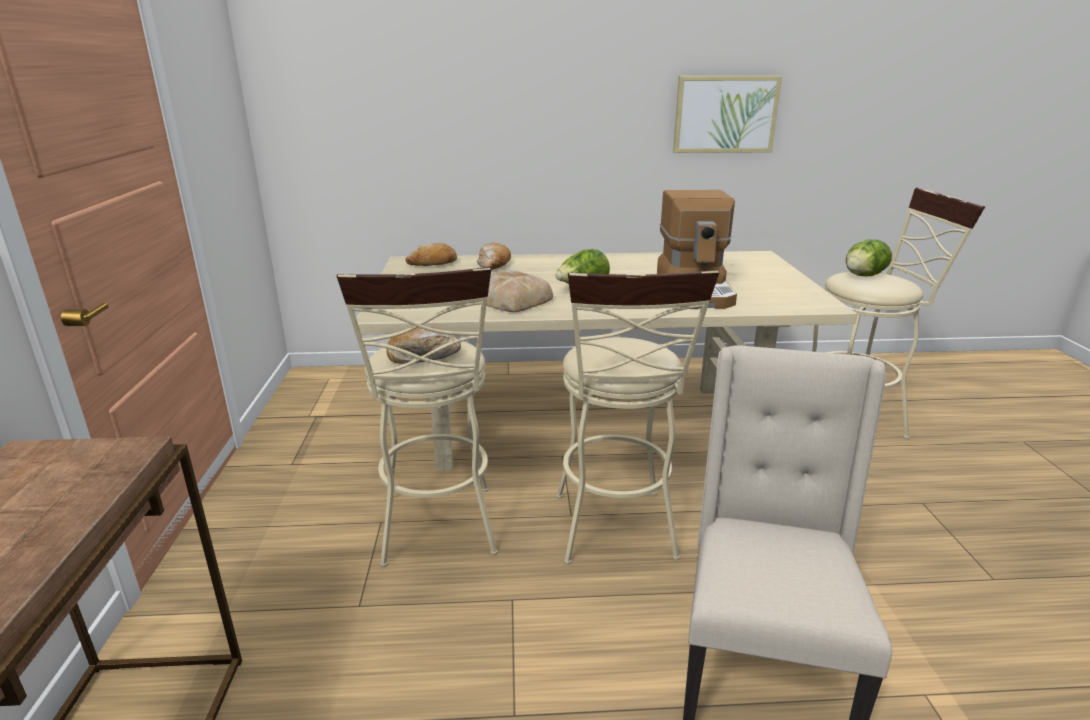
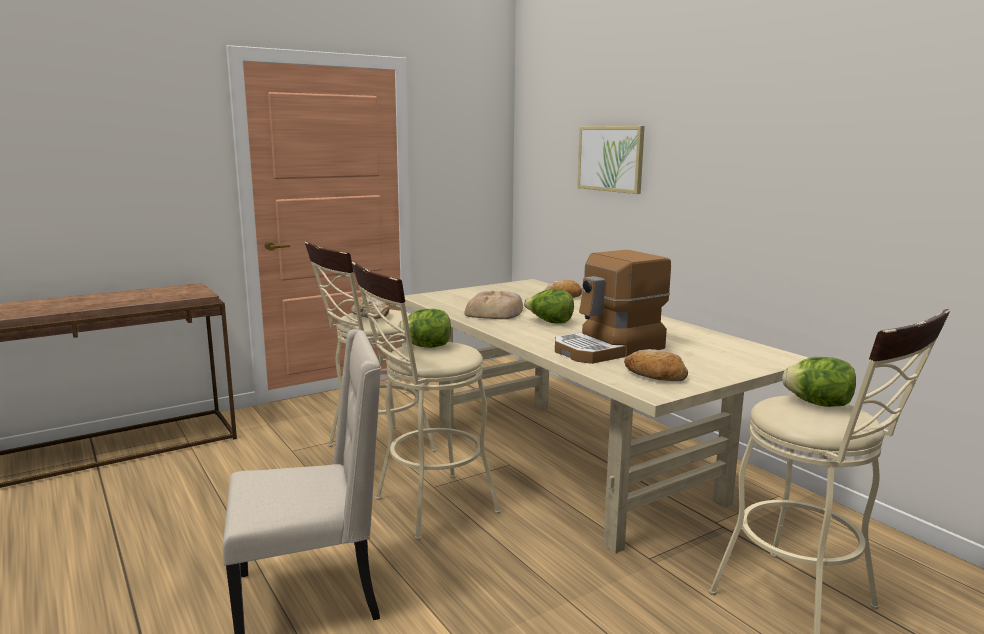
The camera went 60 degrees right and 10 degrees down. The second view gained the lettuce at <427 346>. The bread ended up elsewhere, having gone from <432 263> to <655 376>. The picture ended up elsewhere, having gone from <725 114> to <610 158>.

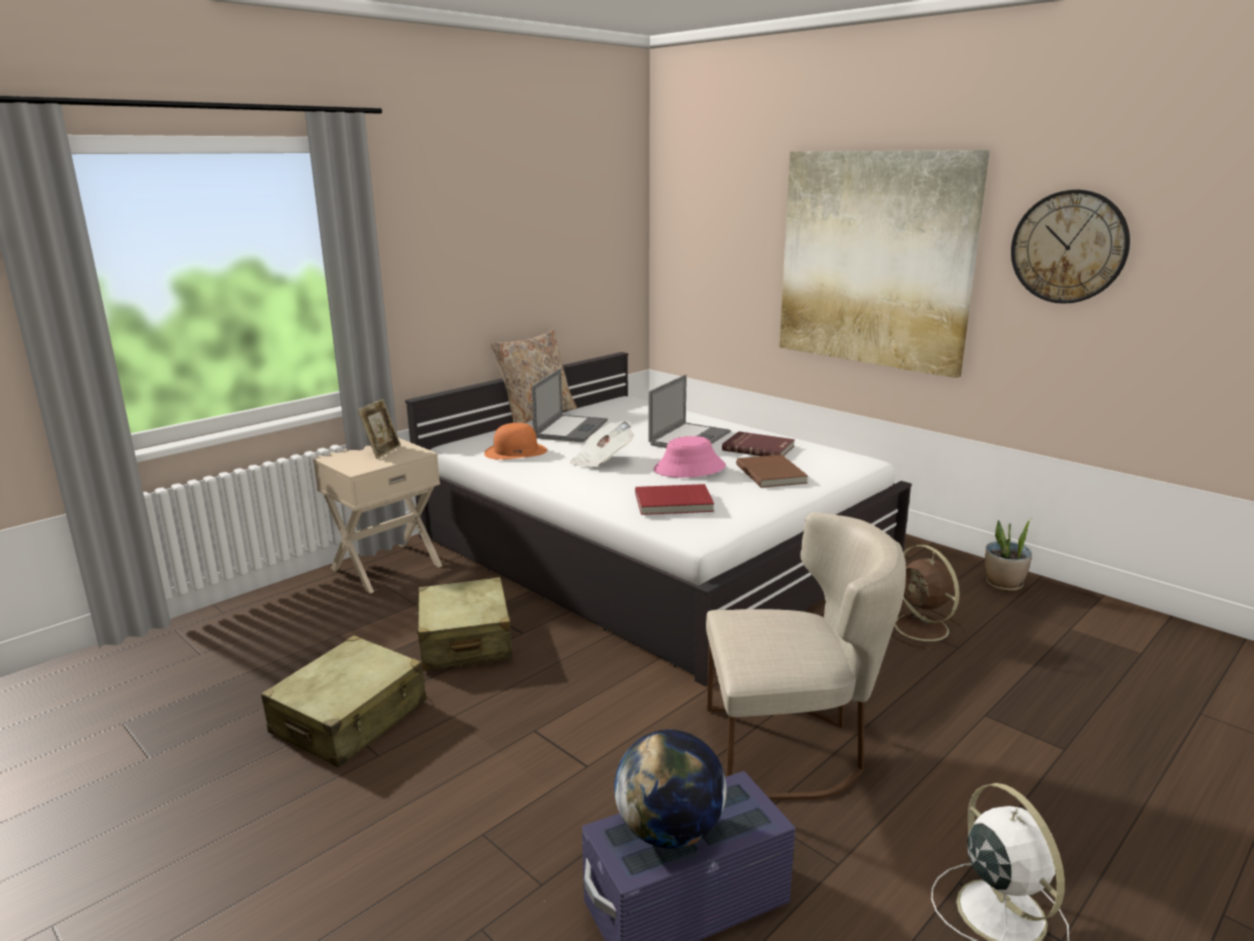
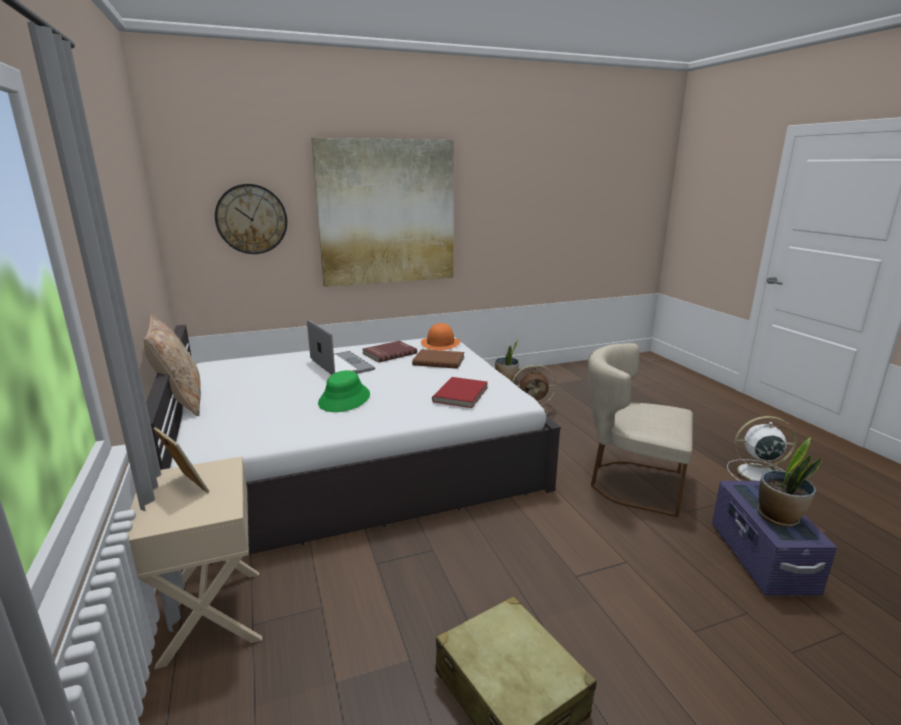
The camera went 65 degrees left and 0 degrees up. The second view lost the beige suitcase at <465 641>. The second view lost the laptop at <571 429>. The second view lost the pink hat at <689 468>. The orange hat ended up elsewhere, having gone from <516 451> to <440 343>. The wall clock ended up elsewhere, having gone from <1069 247> to <251 219>. Where the newspaper stood at <602 460>, the green hat came to stand at <344 399>. Where the globe stood at <669 831>, the potted plant came to stand at <779 517>. The beige chair at <792 750> ended up facing another way, 90 degrees counterclockwise from before.

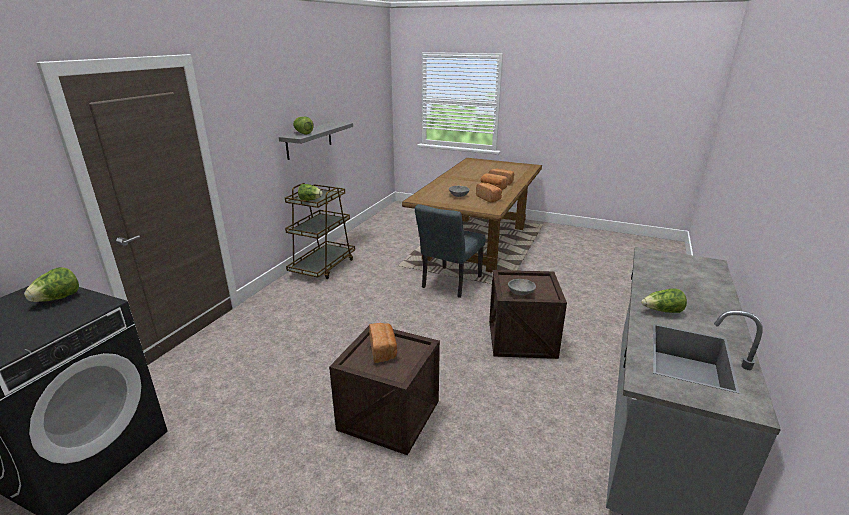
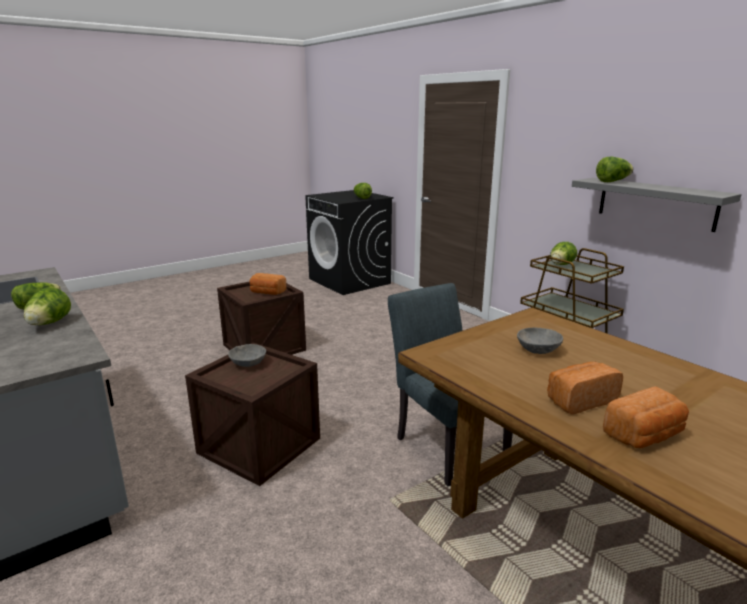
The camera went 120 degrees right and 5 degrees down. The second view lost the bread at <489 198>. The second view gained the lettuce at <49 324>.

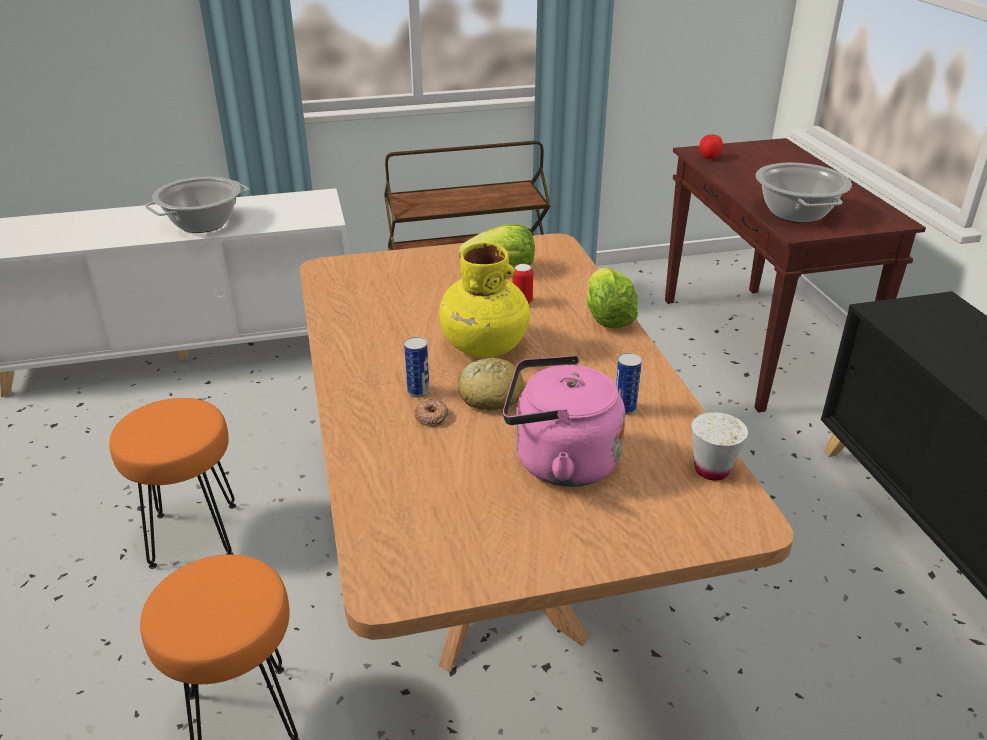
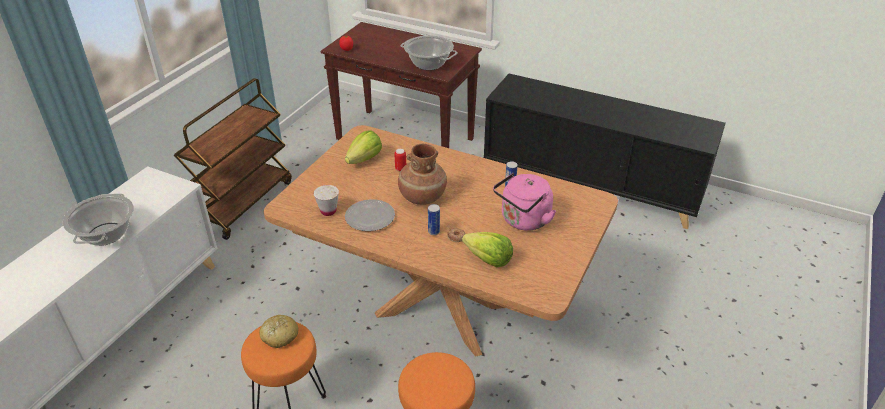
The camera went 50 degrees left and 5 degrees up. The second view gained the plate at <370 217>. The bread ended up elsewhere, having gone from <490 395> to <279 336>. The lettuce ended up elsewhere, having gone from <607 317> to <488 259>. The white cup ended up elsewhere, having gone from <712 470> to <328 211>. What was the yellow vase at <484 346> turned into the brown vase at <422 197>.

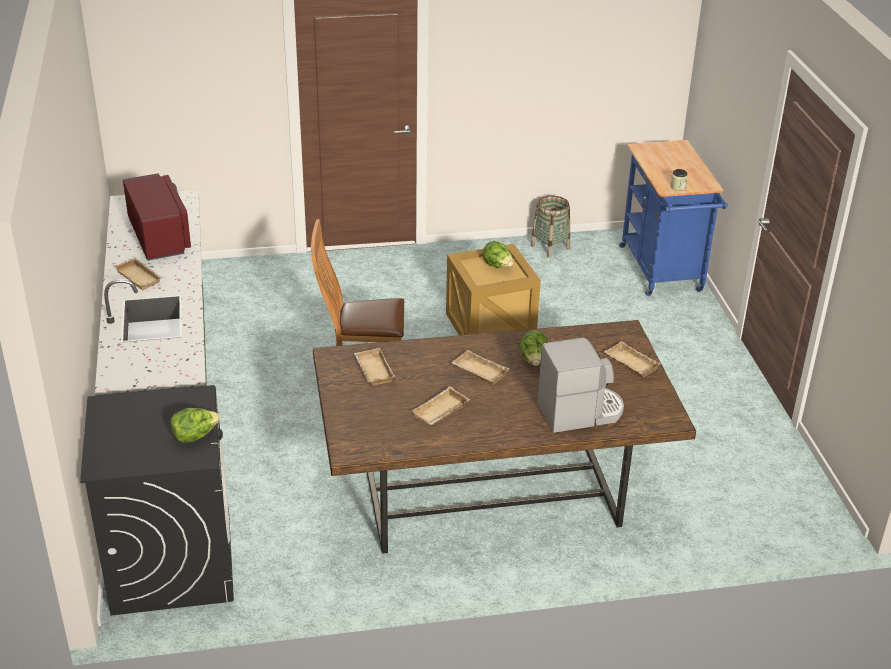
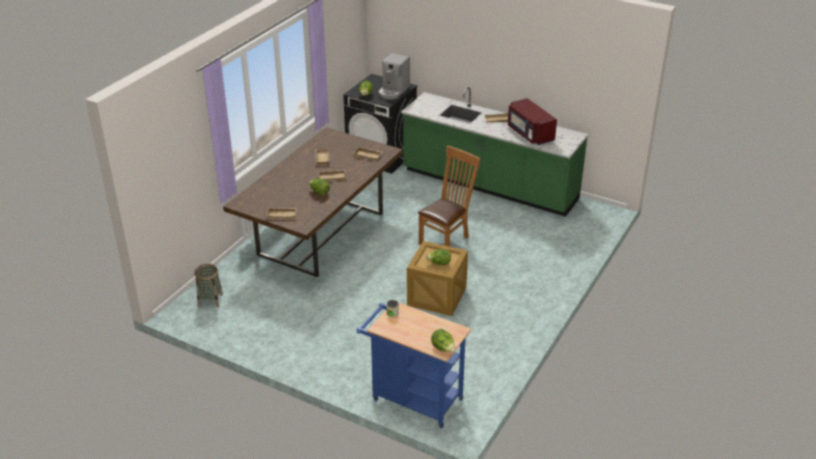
The camera went 130 degrees right and 0 degrees up. The second view gained the lettuce at <443 349>. The basket ended up elsewhere, having gone from <550 247> to <210 300>. The coffee machine ended up elsewhere, having gone from <580 412> to <393 91>. The red microwave at <160 237> ended up facing another way, 45 degrees clockwise from before.

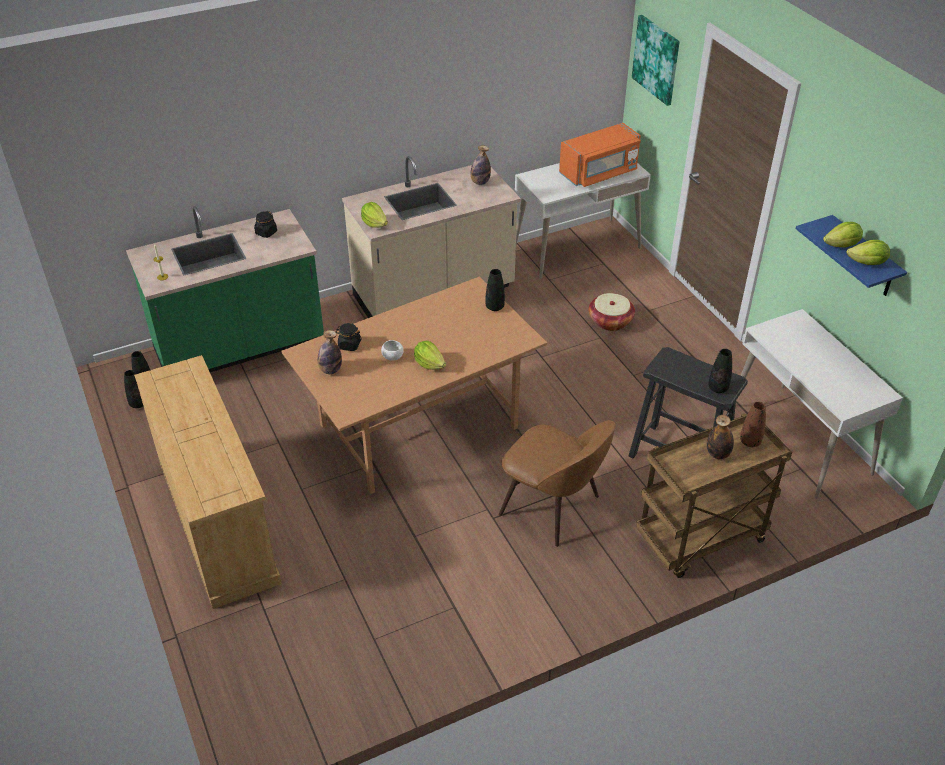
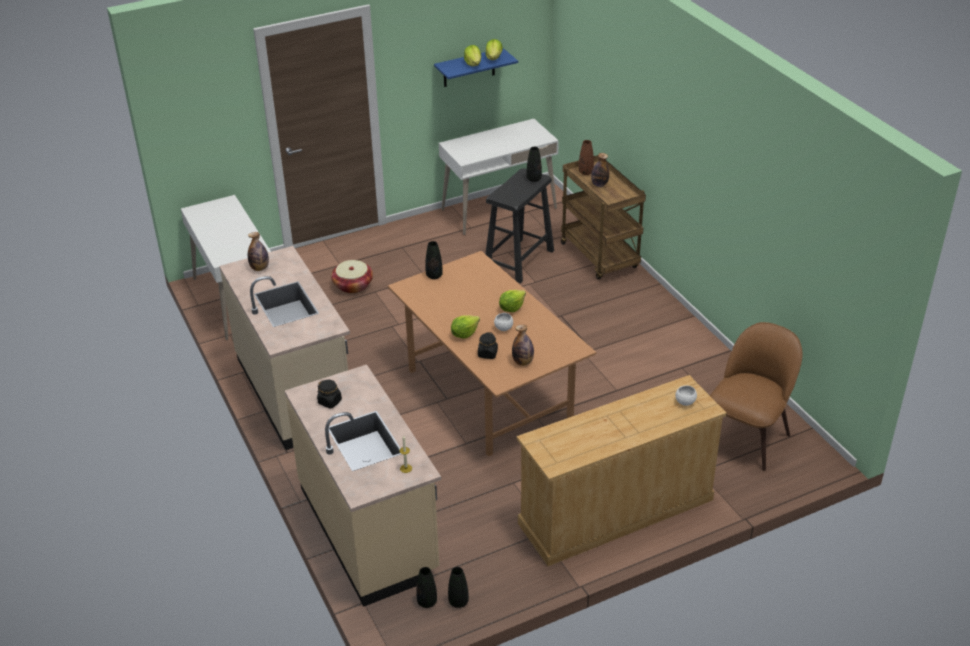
The camera went 90 degrees left and 5 degrees down. The second view lost the orange microwave at <599 172>. The second view lost the picture at <656 59>. The second view gained the white bowl at <685 402>. The lettuce ended up elsewhere, having gone from <374 224> to <464 334>. The brown chair ended up elsewhere, having gone from <553 507> to <747 437>. What was the green counter at <240 348> turned into the beige counter at <369 530>.

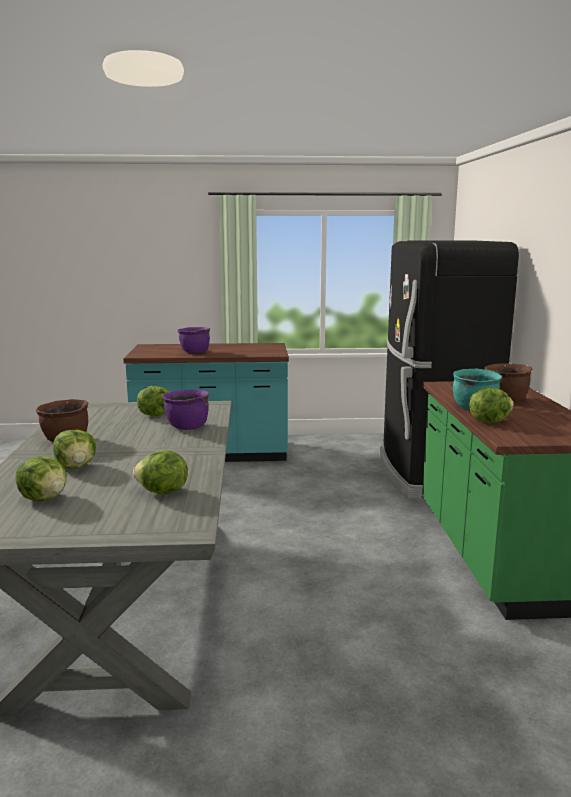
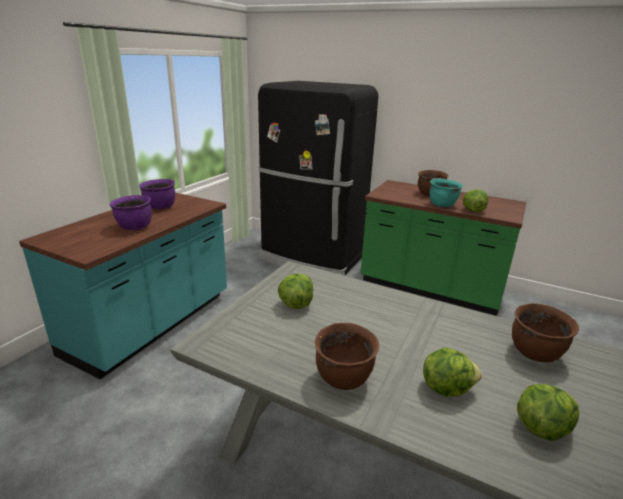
The camera went 60 degrees left and 10 degrees up. The purple cooking pot ended up elsewhere, having gone from <187 427> to <160 207>. Where the lettuce stood at <162 492>, the brown cooking pot came to stand at <535 353>.

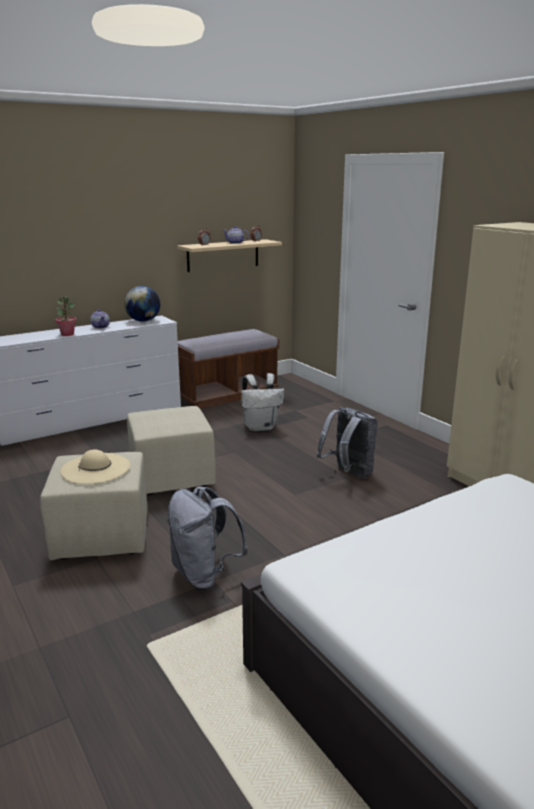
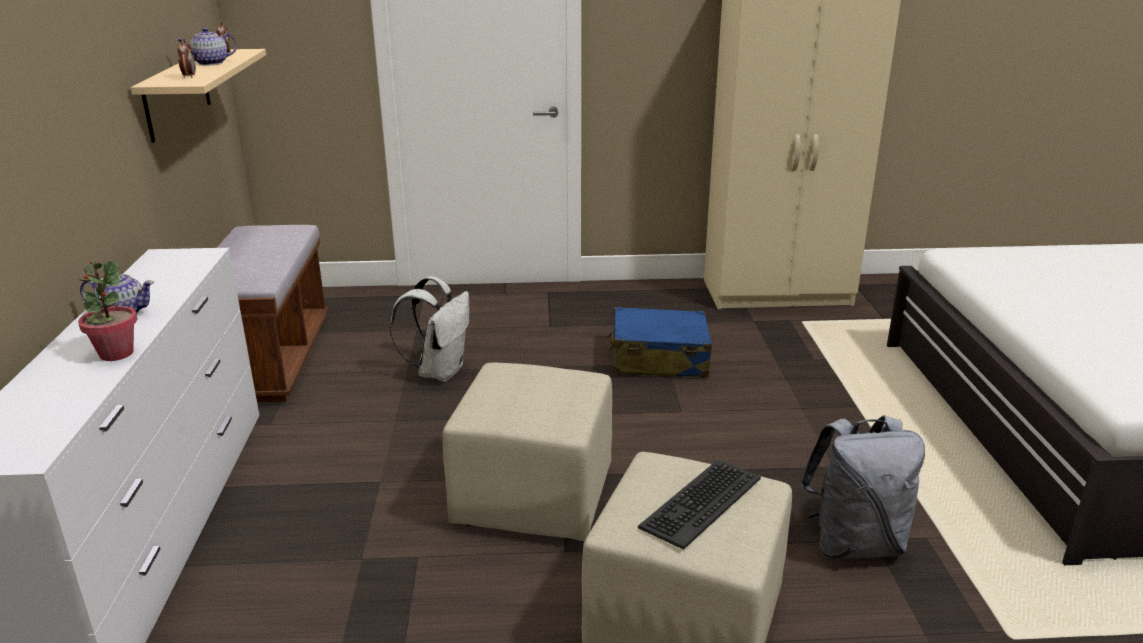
The camera went 60 degrees left and 5 degrees up. The second view lost the globe at <143 321>. Where the beige hat stood at <95 468>, the keyboard came to stand at <700 502>. Where the grey backpack stood at <348 474>, the blue suitcase came to stand at <658 359>.

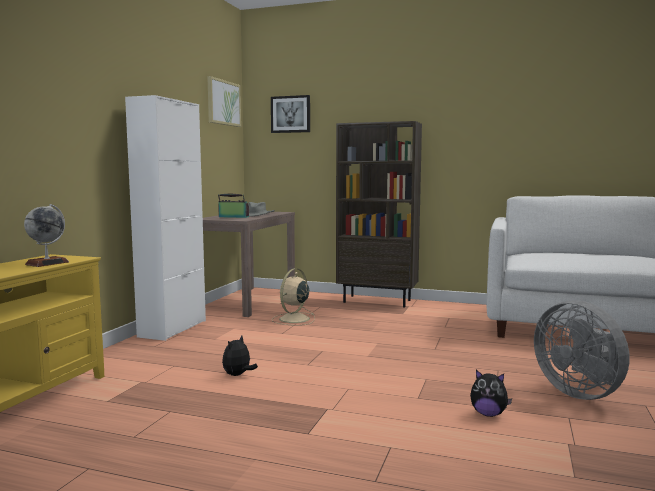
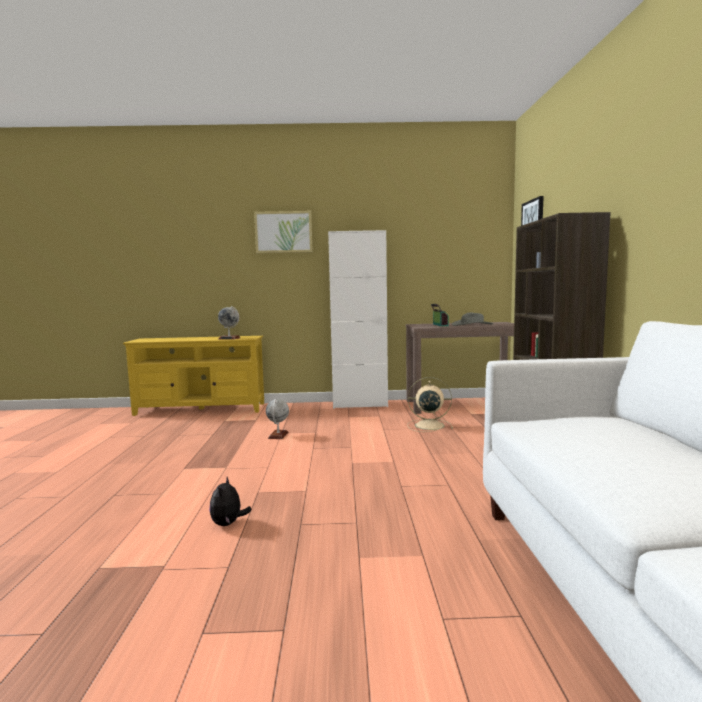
The camera went 70 degrees right and 0 degrees up. The second view lost the grey fan at <580 392>. The picture ended up elsewhere, having gone from <223 103> to <283 232>. Where the plush toy stood at <238 375>, the globe came to stand at <278 435>.

